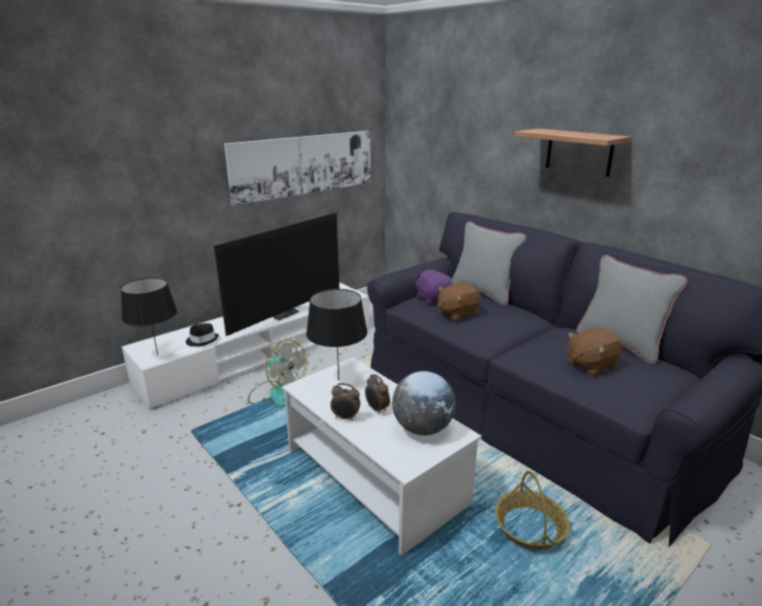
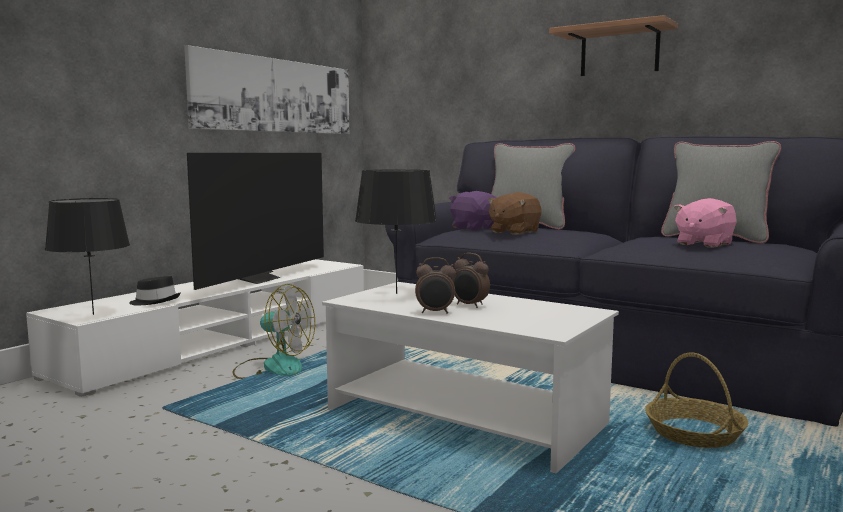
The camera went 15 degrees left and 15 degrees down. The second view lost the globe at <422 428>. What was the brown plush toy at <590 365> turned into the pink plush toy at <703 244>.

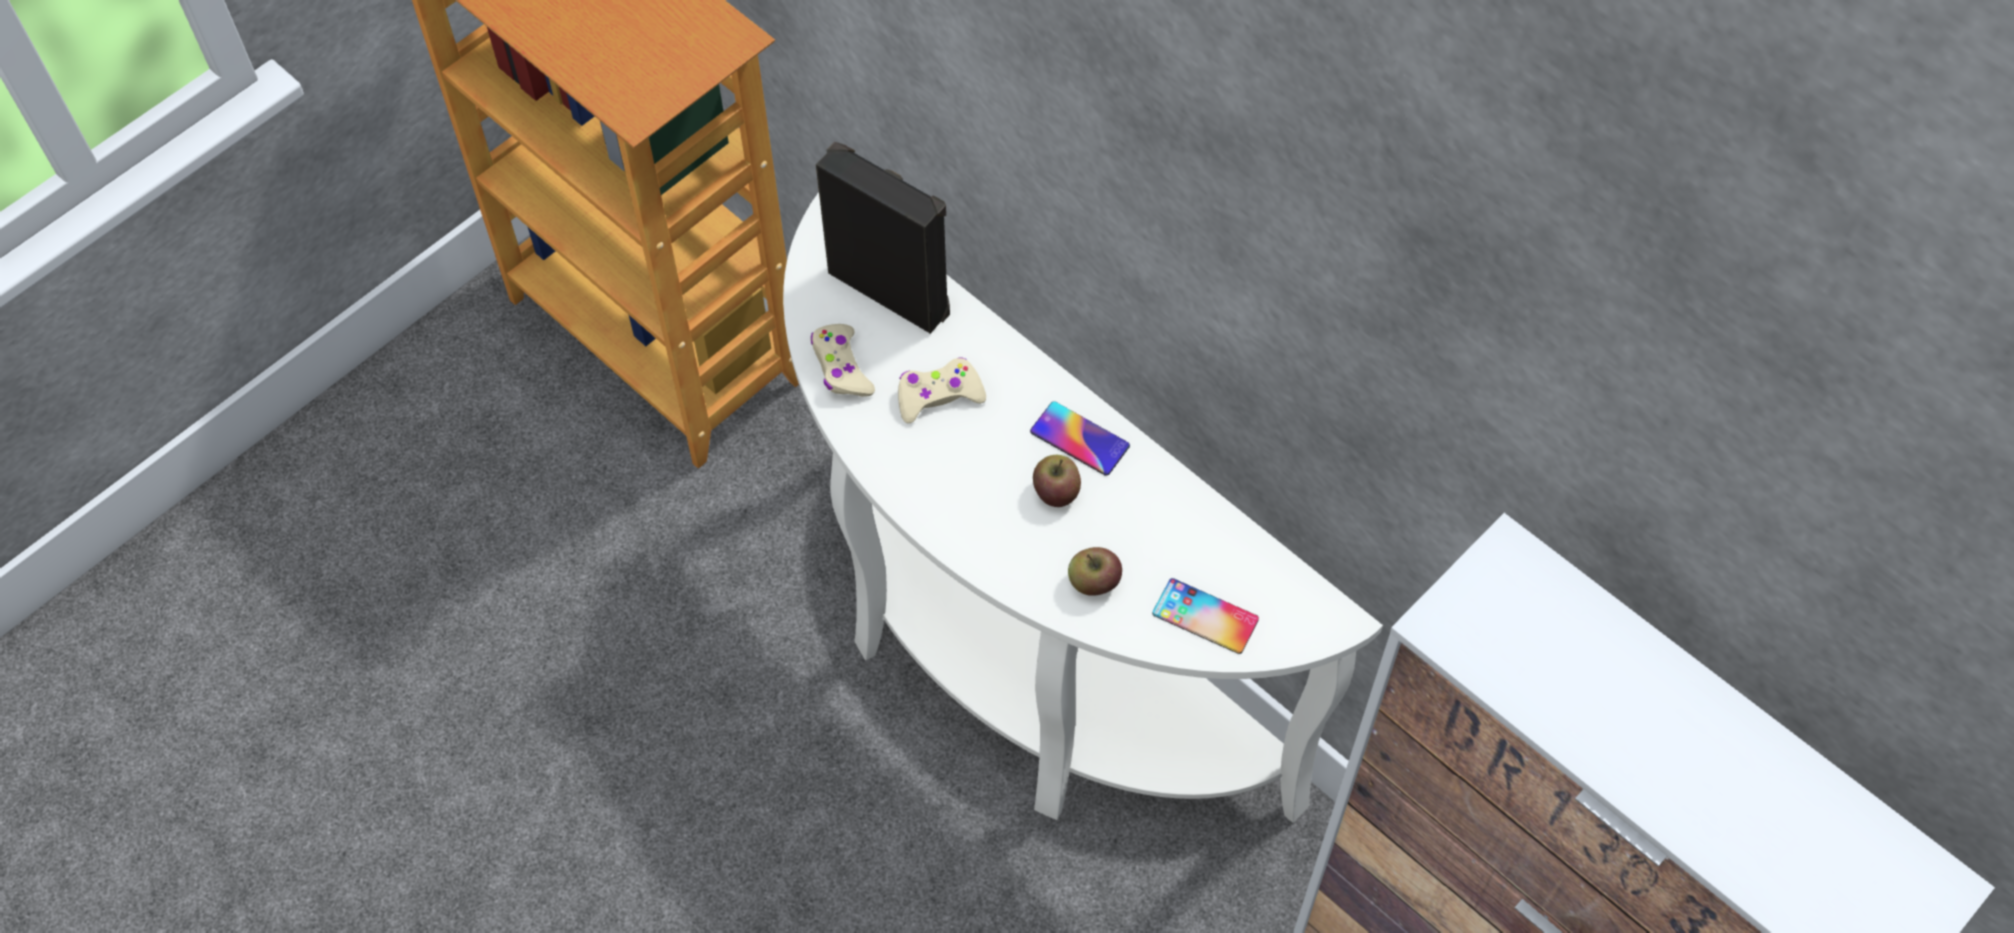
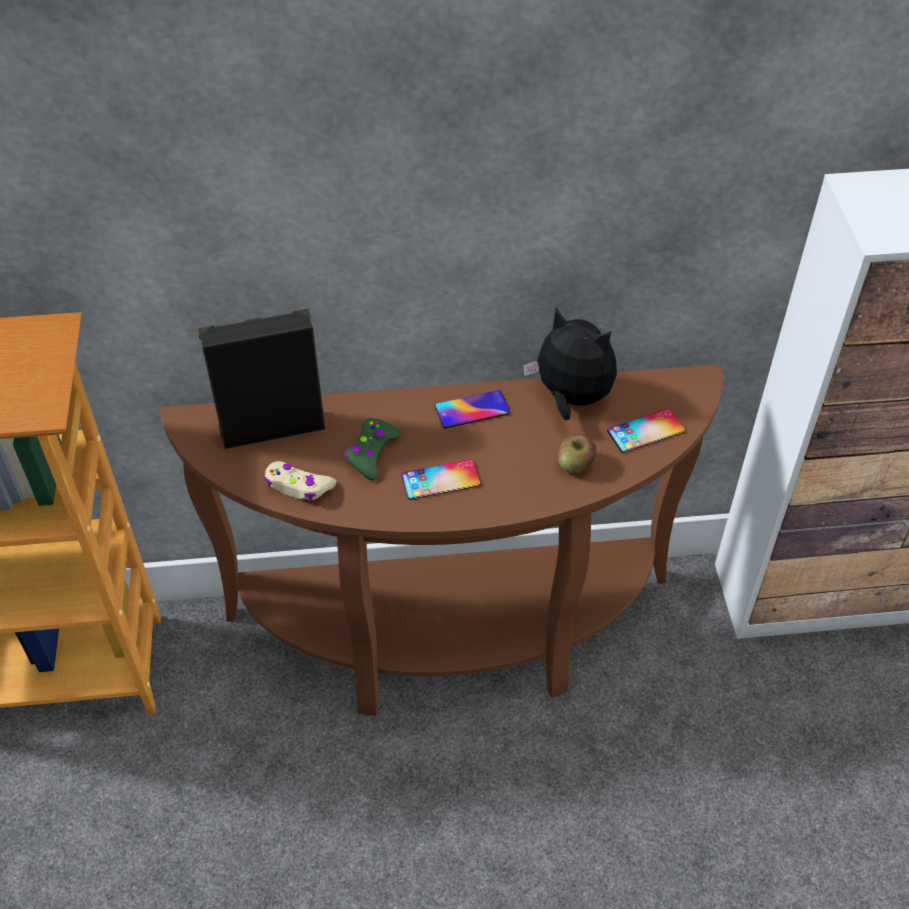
The camera went 50 degrees left and 10 degrees down. The second view lost the apple at <1056 491>. The second view gained the phone at <440 480>. The second view gained the plush toy at <570 398>. What was the white console table at <1017 664> turned into the brown console table at <453 641>. What was the beige game controller at <938 396> turned into the green game controller at <372 453>.

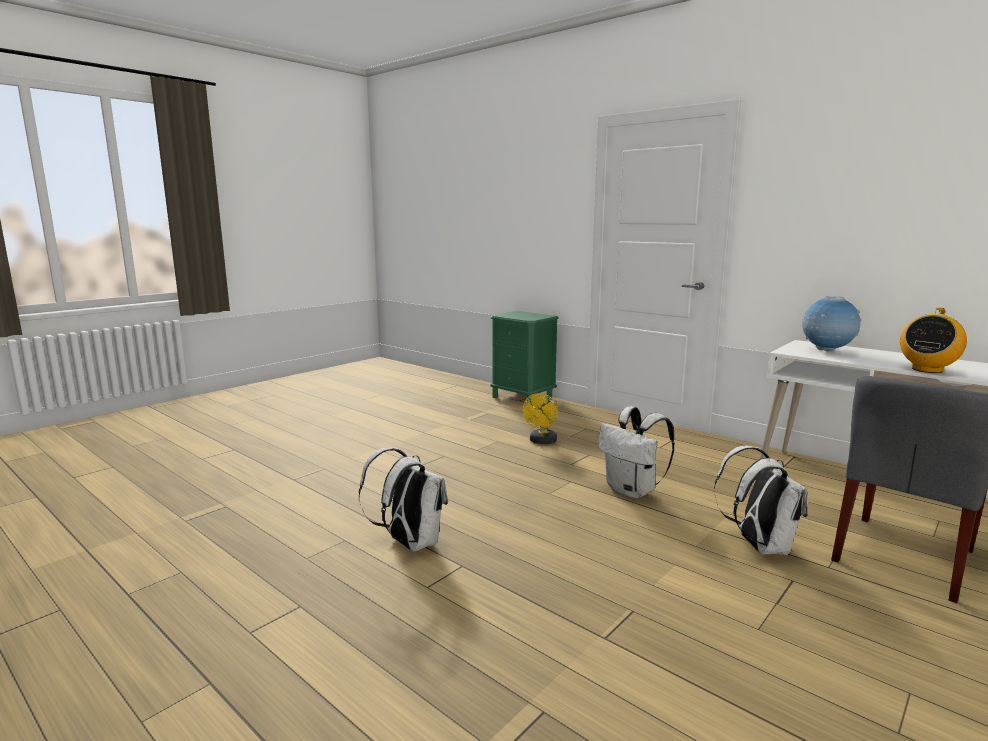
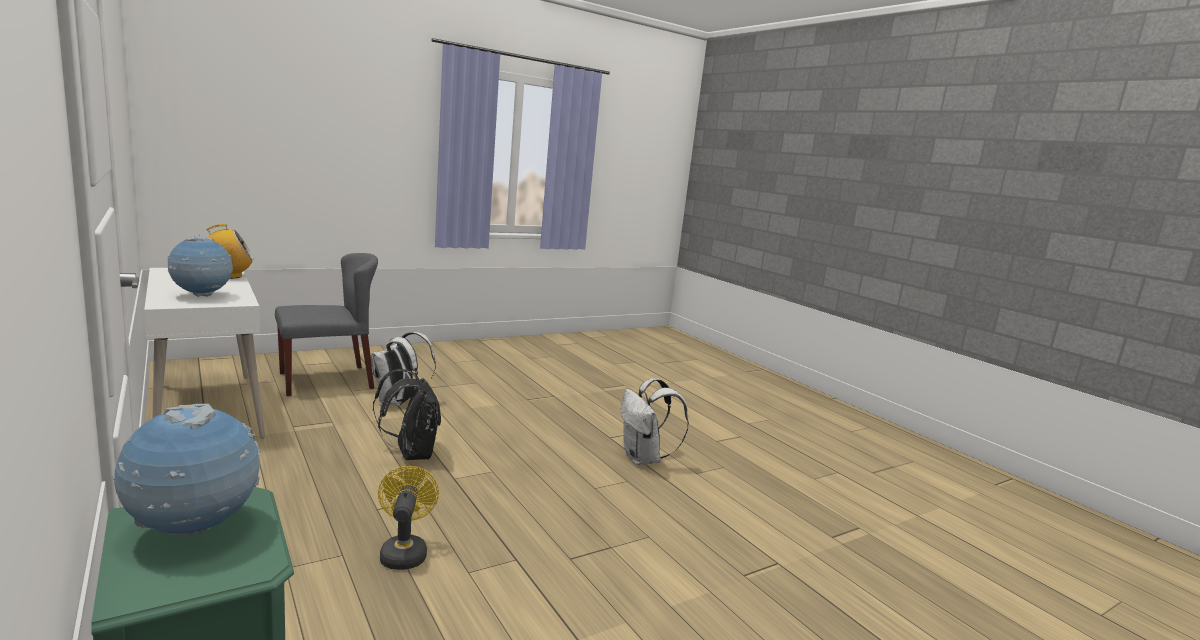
The camera went 165 degrees left and 0 degrees up. The second view gained the globe at <194 529>. What was the white backpack at <632 491> turned into the black backpack at <411 454>. The yellow fan at <542 442> ended up facing another way, 45 degrees counterclockwise from before.

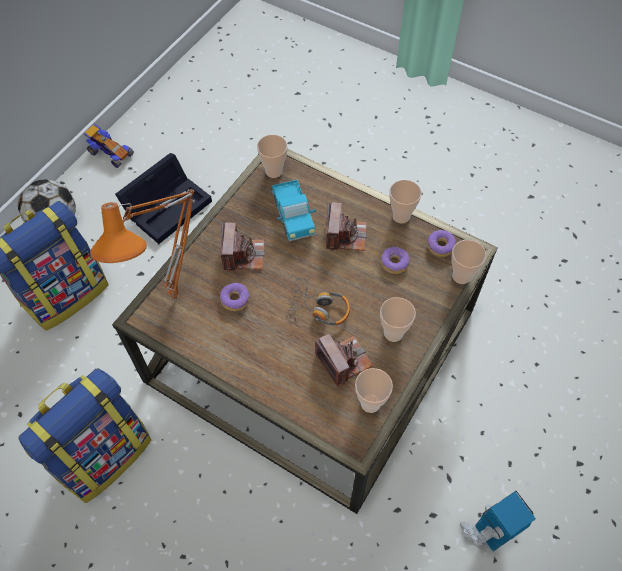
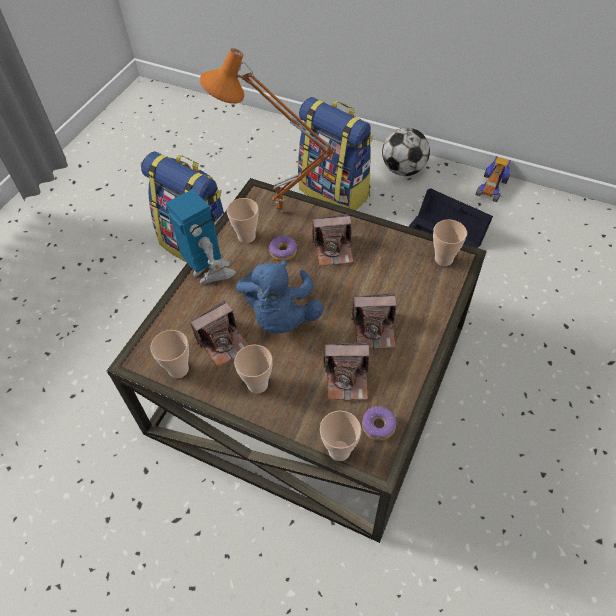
The camera went 85 degrees right and 5 degrees down. The second view lost the toy truck at <293 217>. The cup ended up elsewhere, having gone from <401 216> to <246 237>. The toy robot ended up elsewhere, having gone from <486 532> to <209 272>. Where the headphones stood at <318 308>, the blue plush toy came to stand at <280 316>. Where the donut stood at <394 263>, the photo camera came to stand at <347 379>.

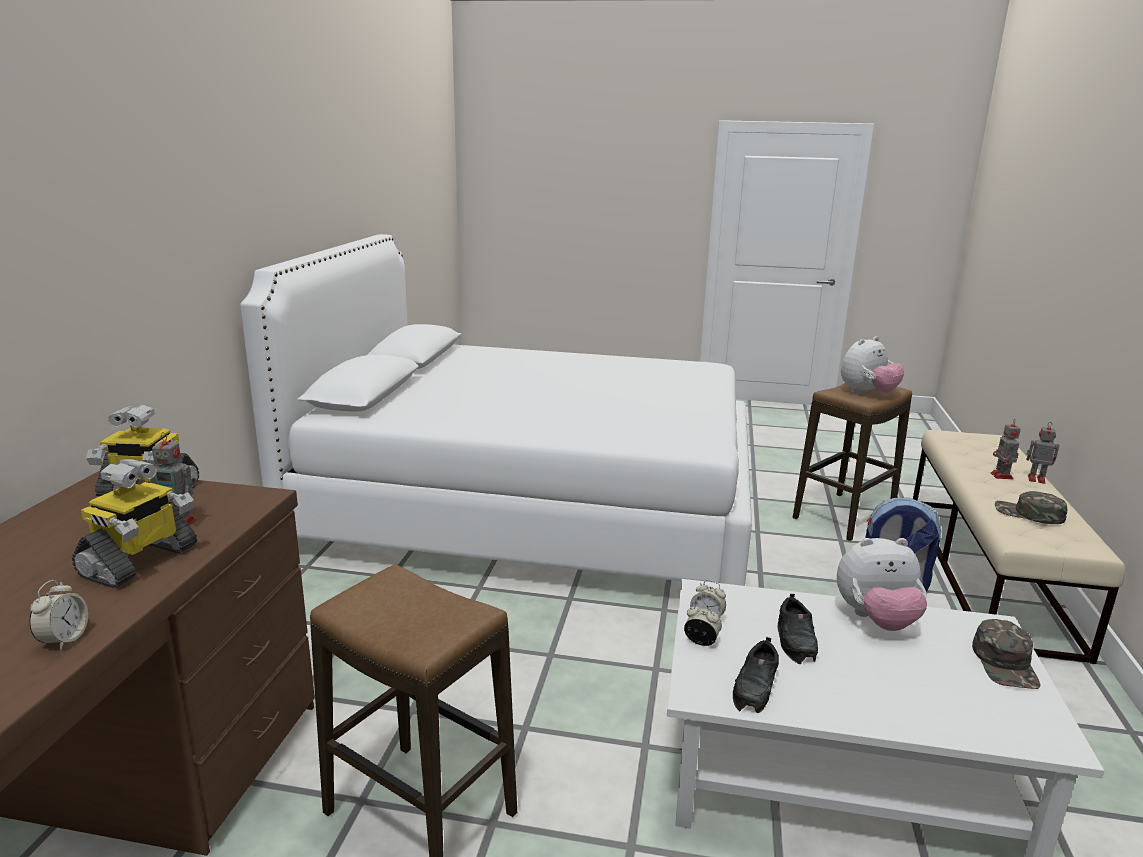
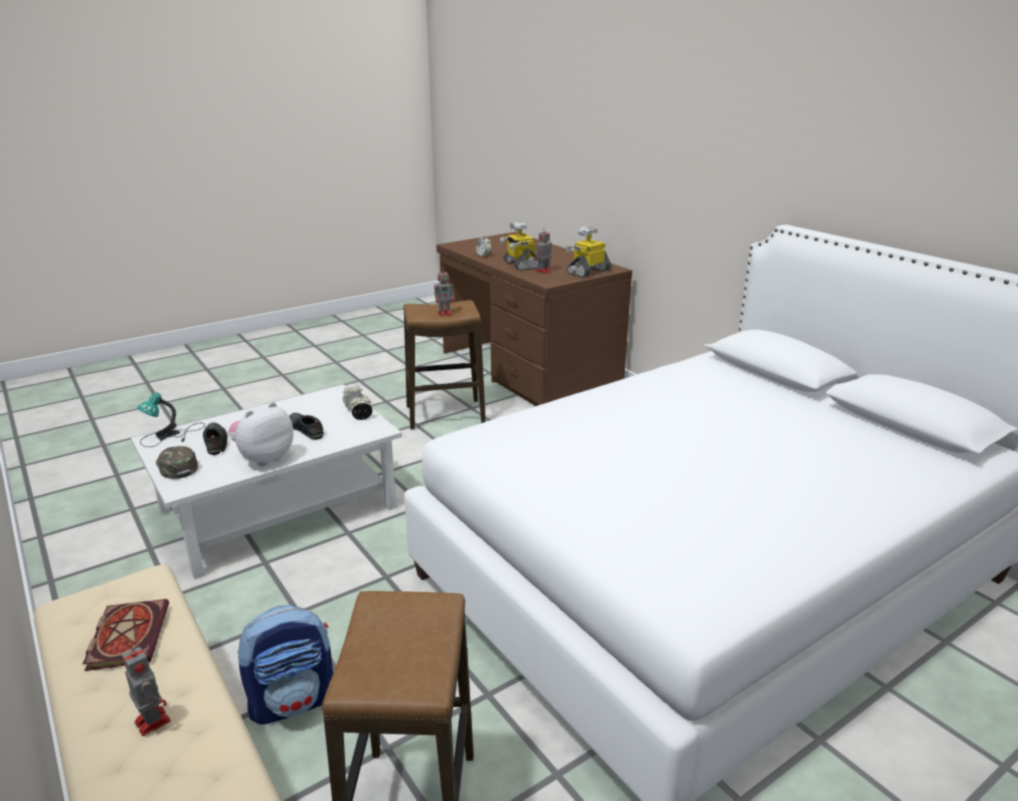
The camera went 135 degrees right and 5 degrees up. The second view lost the plush toy at <867 394>. The second view gained the table lamp at <171 435>. The black shoe ended up elsewhere, having gone from <756 686> to <215 442>. The toy robot ended up elsewhere, having gone from <1035 479> to <445 313>. Where the green cap stood at <1028 514>, the book came to stand at <127 635>.

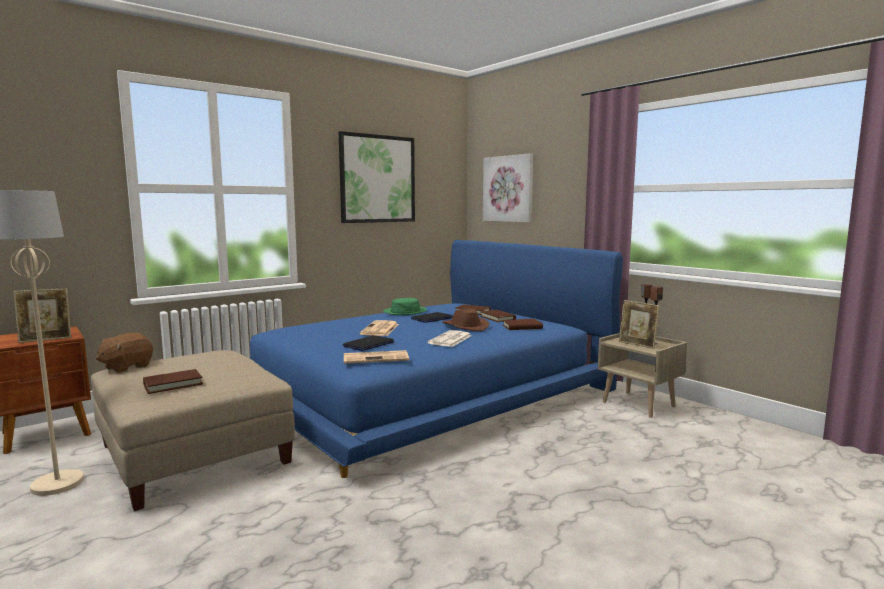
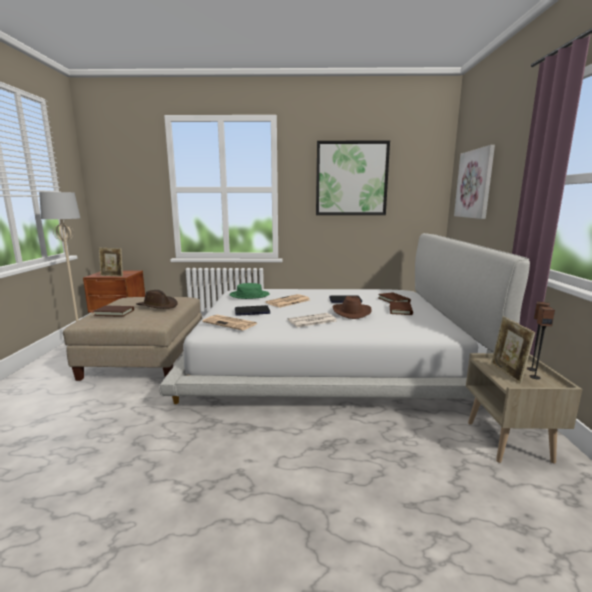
The camera went 40 degrees right and 5 degrees up. The second view lost the brown plush toy at <126 367>. The second view lost the brown book at <522 327>. The second view gained the brown hat at <157 305>. The green hat ended up elsewhere, having gone from <405 312> to <249 295>. What was the blue bed at <426 391> turned into the white bed at <327 359>.

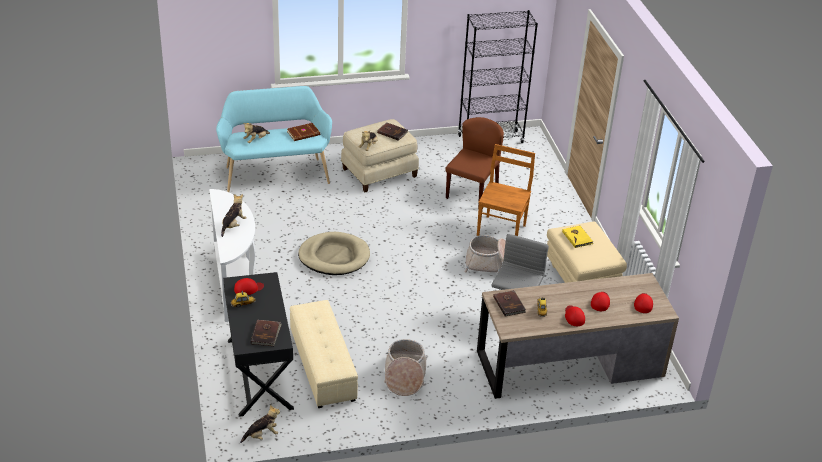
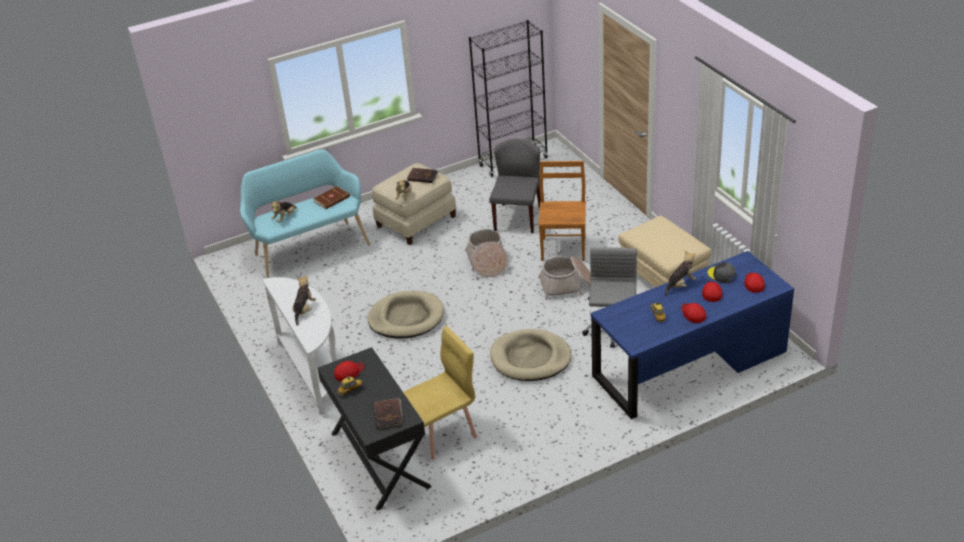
The camera went 10 degrees left and 0 degrees up. The second view lost the brown book at <509 304>. The second view lost the yellow book at <577 237>. The second view gained the beige dog bed at <530 358>. The second view gained the grey cap at <721 275>. The plush toy ended up elsewhere, having gone from <262 435> to <680 285>. The basket ended up elsewhere, having gone from <404 375> to <487 261>. Where the beige ottoman stood at <323 366>, the yellow chair came to stand at <443 433>. What was the brown chair at <472 192> turned into the grey chair at <517 218>. What was the brown desk at <569 364> turned into the blue desk at <689 364>.

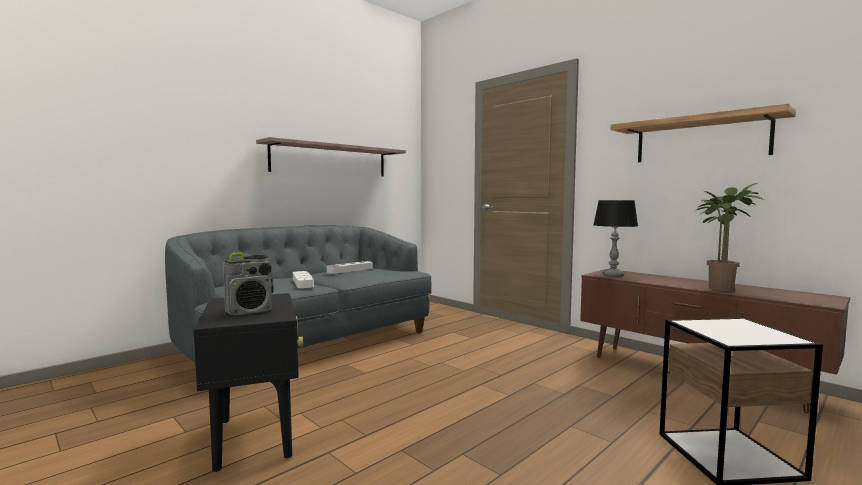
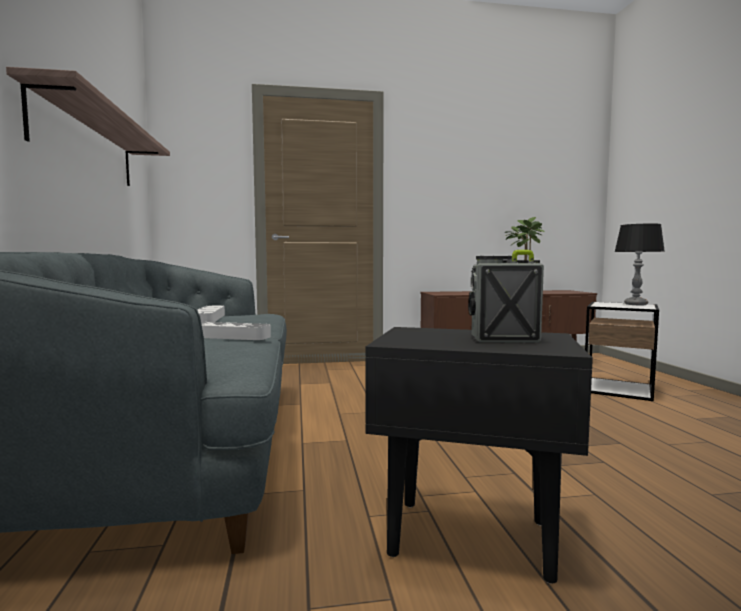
The camera went 55 degrees left and 0 degrees up. The second view lost the shelf at <700 139>. The table lamp ended up elsewhere, having gone from <613 275> to <636 304>. The radio at <250 311> ended up facing another way, 90 degrees counterclockwise from before.

